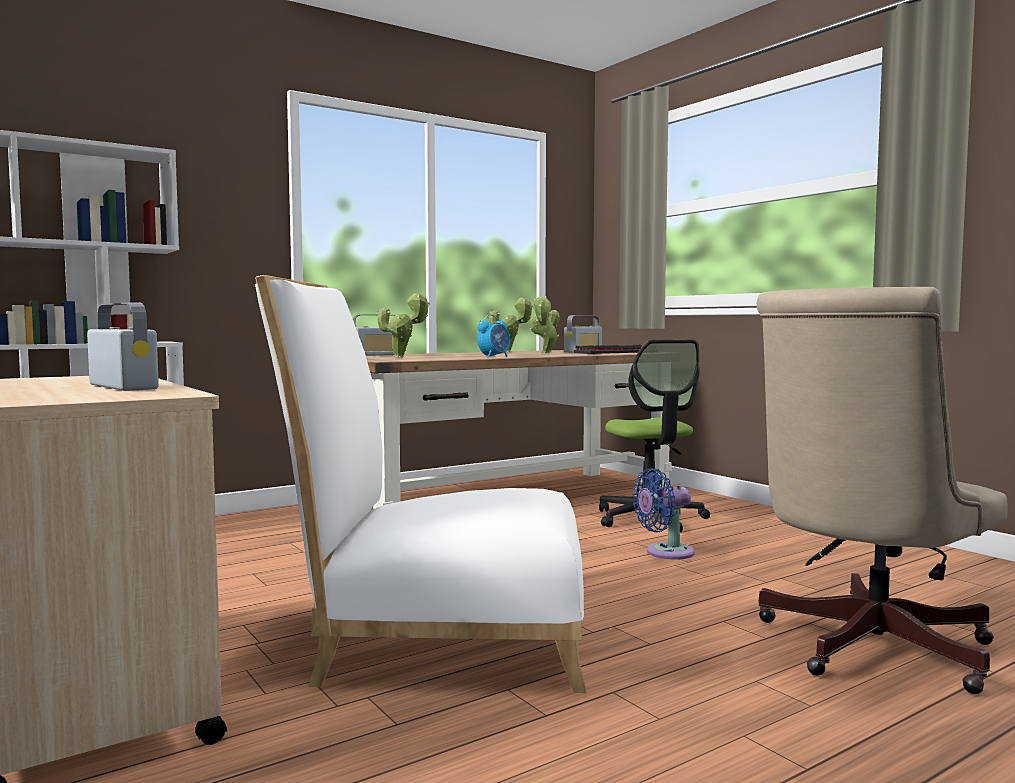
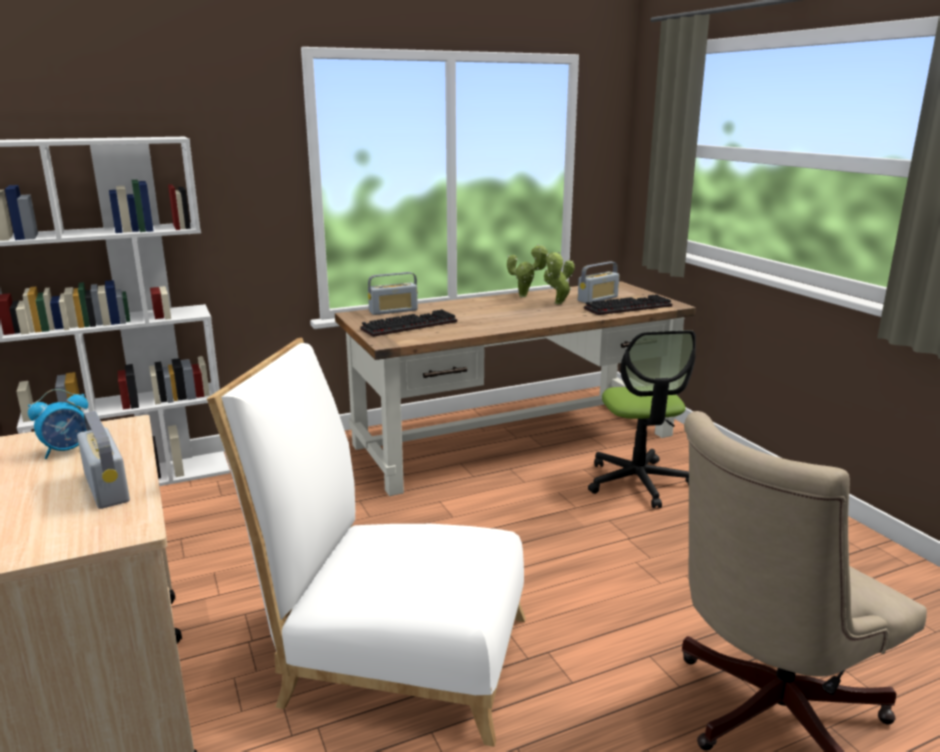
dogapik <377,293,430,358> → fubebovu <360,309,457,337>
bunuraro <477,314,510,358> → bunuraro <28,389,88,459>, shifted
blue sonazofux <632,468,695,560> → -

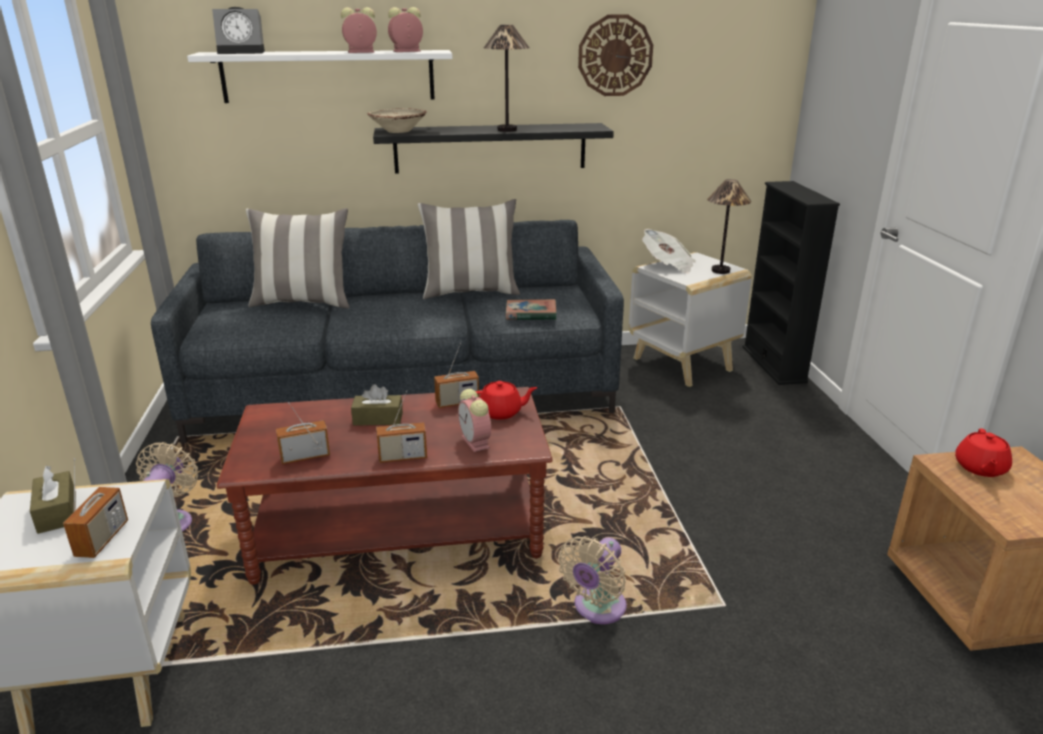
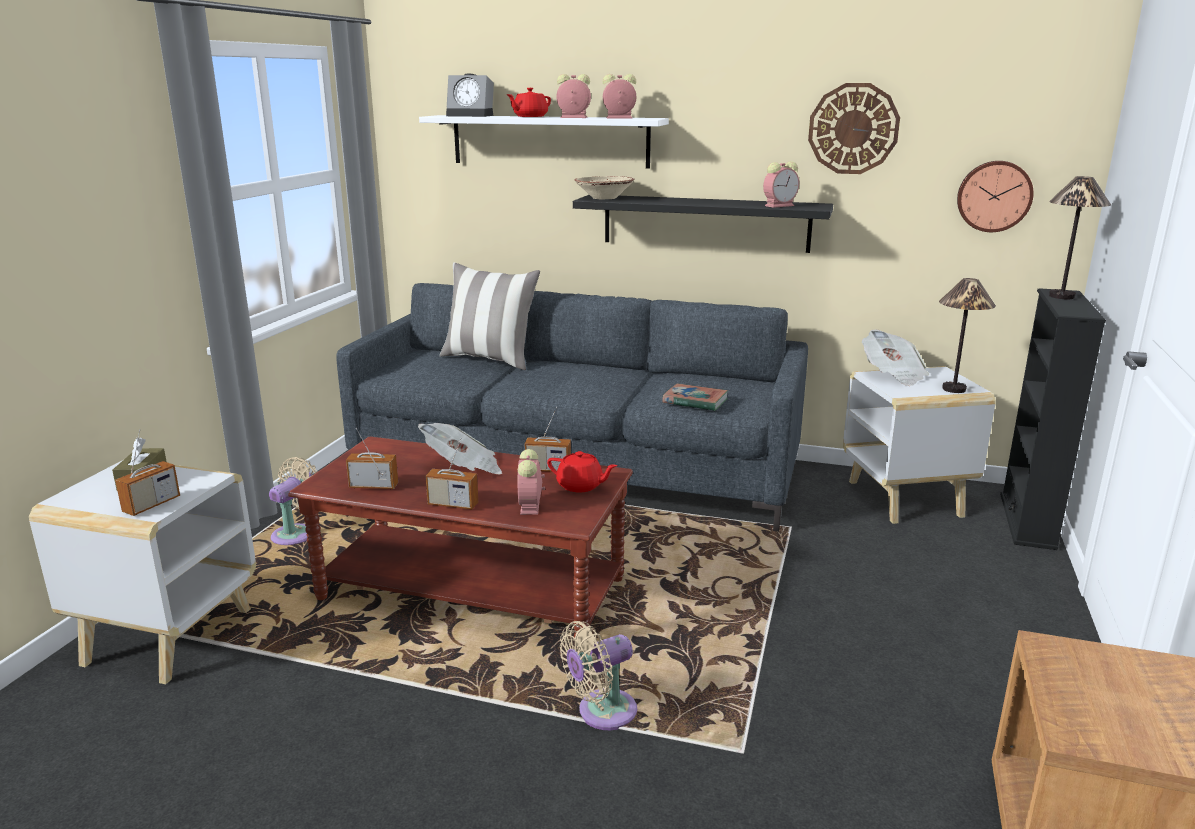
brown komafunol <351,384,403,426> → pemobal <418,423,502,474>
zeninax <418,199,520,299> → -
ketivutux <484,25,529,132> → ketivutux <1049,176,1111,299>, shifted
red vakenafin <955,428,1012,477> → red vakenafin <506,88,551,117>, shifted
- → bunuraro <763,161,799,208>
- → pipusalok <957,161,1034,232>

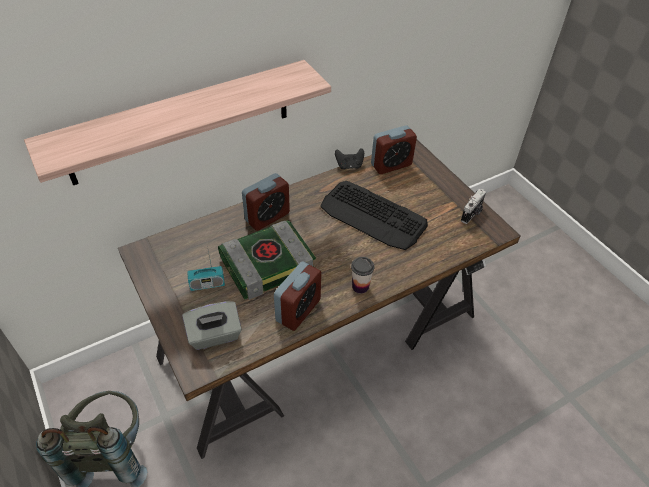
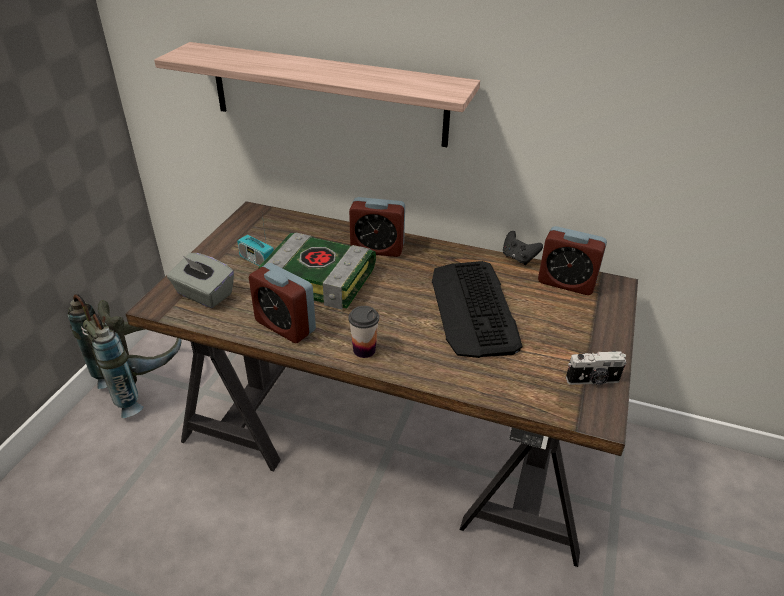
bunuraro <274,262,321,331> → bunuraro <249,263,316,343>, 45 degrees clockwise

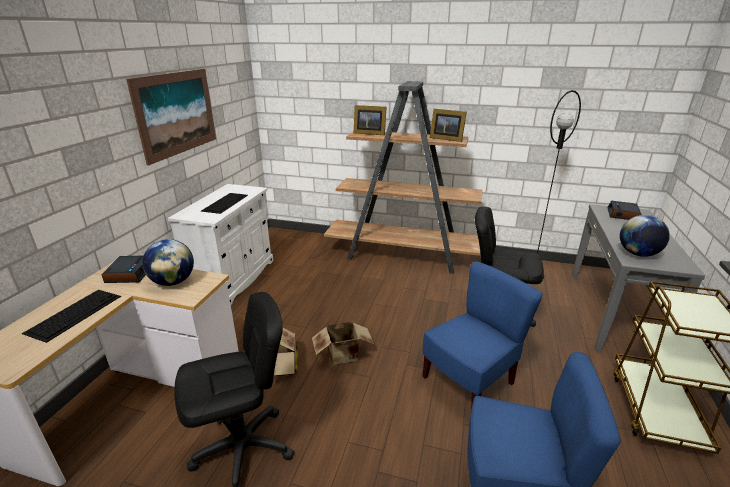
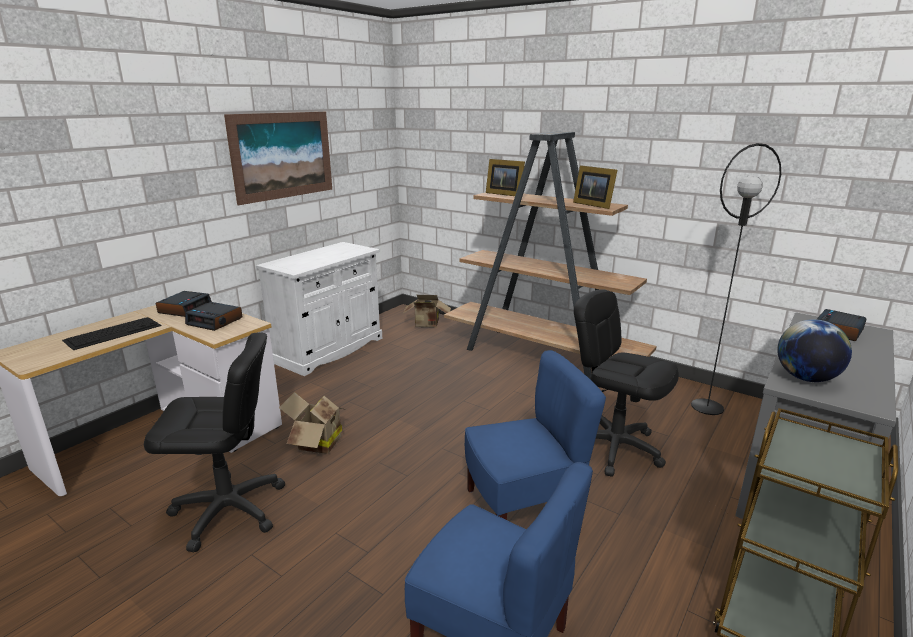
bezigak <142,239,194,286> → bunuraro <185,302,243,331>
fubebovu <201,193,248,214> → -
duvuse <312,321,374,365> → duvuse <403,295,451,328>, shifted

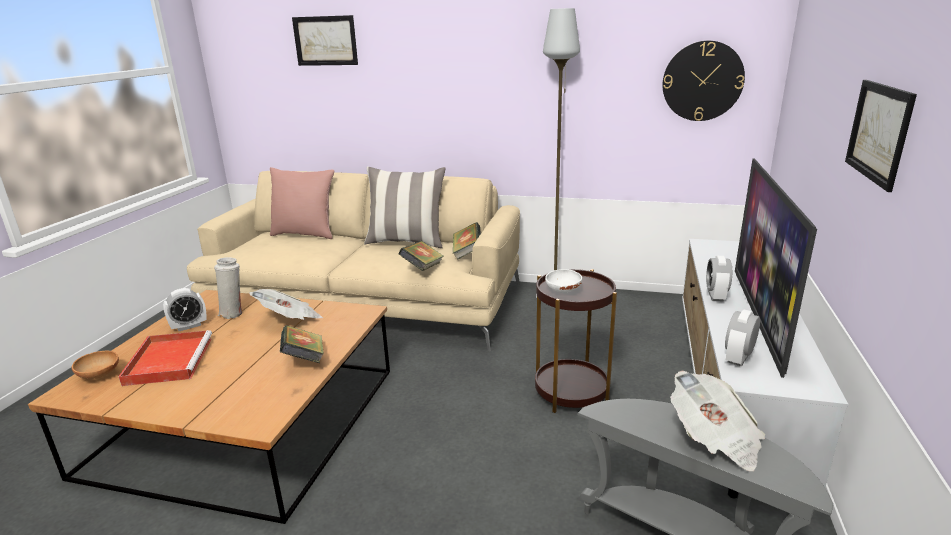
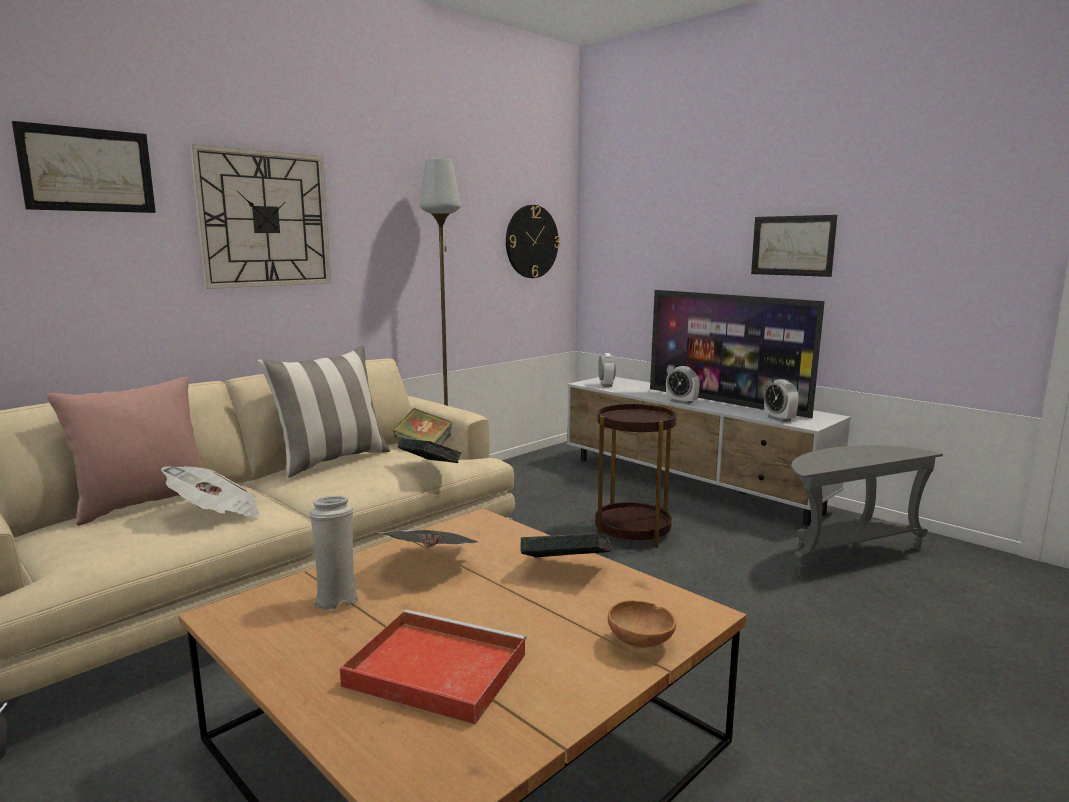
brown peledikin <72,351,119,379> → brown peledikin <608,600,676,649>, shifted
bunuraro <163,288,206,331> → bunuraro <598,353,616,387>, shifted
white peledikin <545,269,582,293> → -
pemobal <670,371,765,471> → pemobal <161,466,260,517>, shifted
- → pipusalok <190,144,331,289>

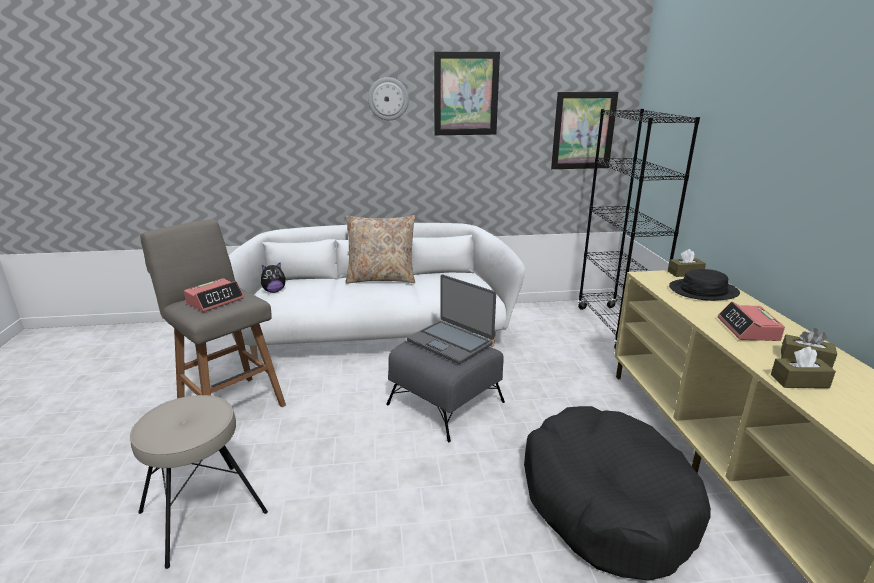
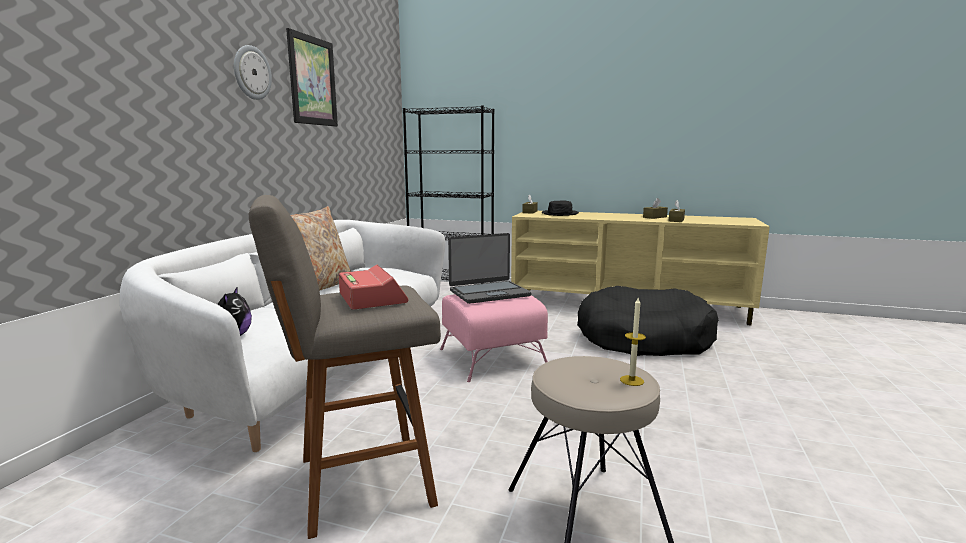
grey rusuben <386,340,505,442> → pink rusuben <440,294,548,382>
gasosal <551,92,618,169> → -
bunuraro <717,302,785,341> → -
- → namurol <620,298,646,386>

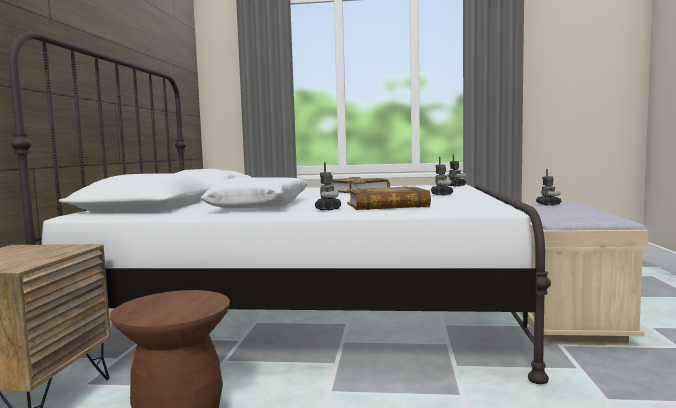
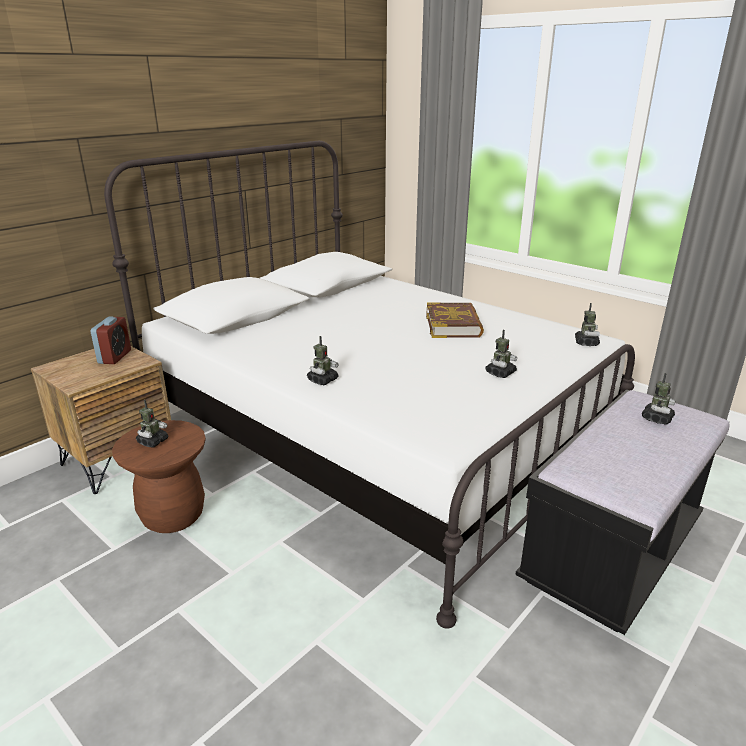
white zeninax <201,177,307,209> → -
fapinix <347,186,431,210> → -
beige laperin <508,203,648,345> → black laperin <515,389,729,635>
- → bunuraro <91,316,131,364>
- → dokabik <136,400,168,448>

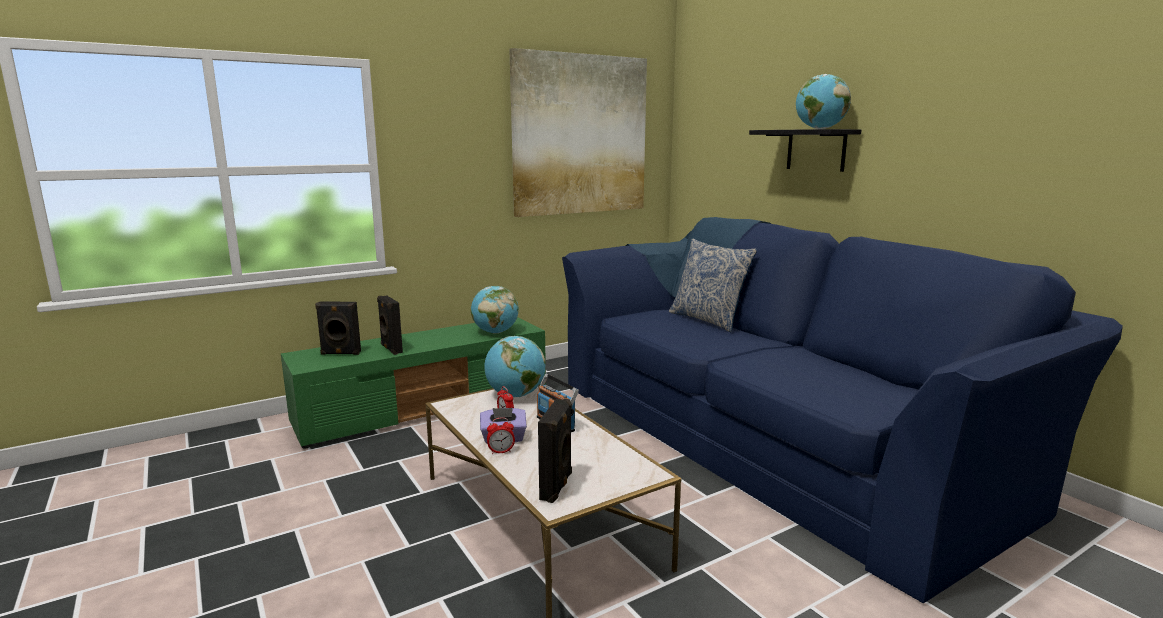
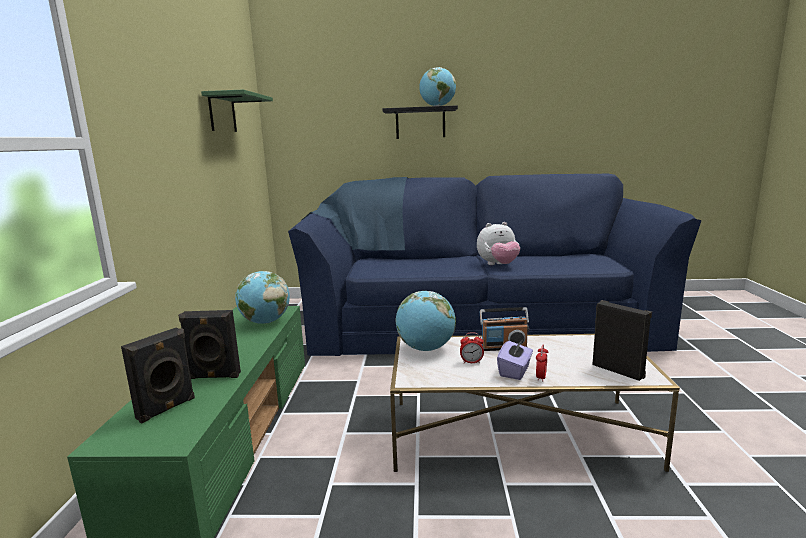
gasosal <509,48,647,217> → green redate <201,89,273,132>
zeninax <669,239,757,332> → -
- → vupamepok <477,222,520,265>

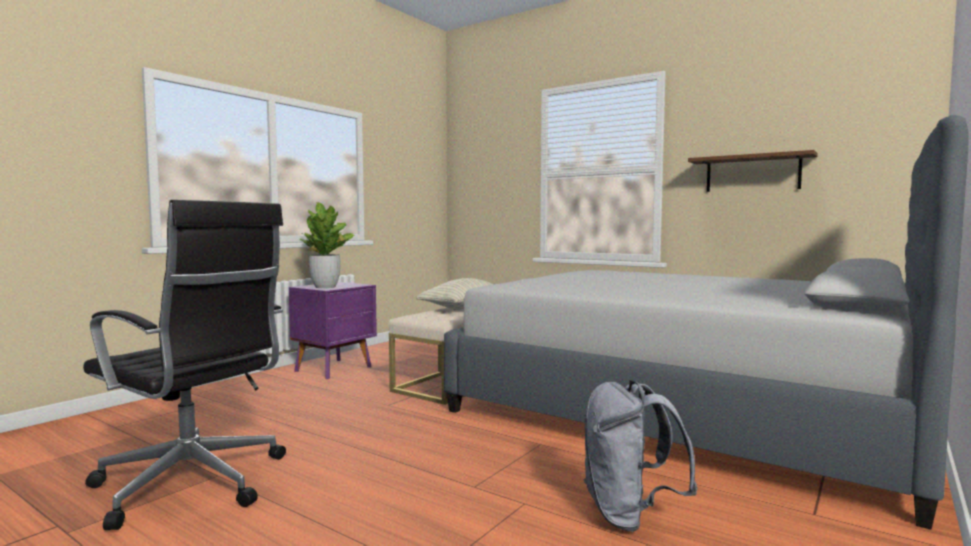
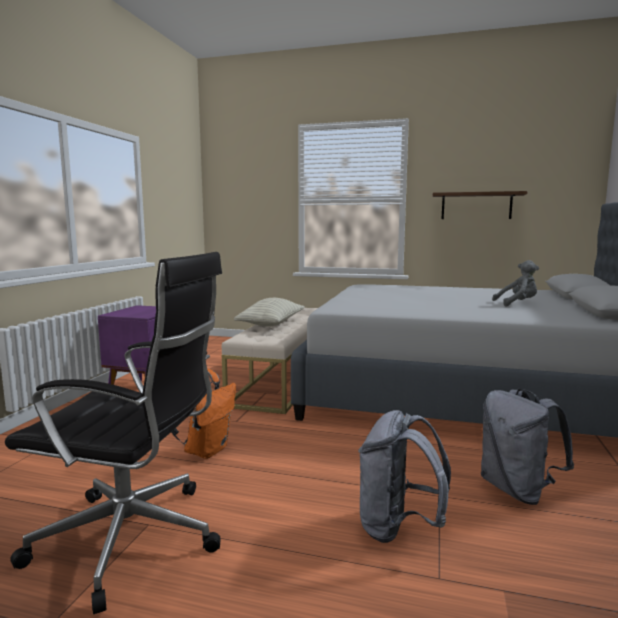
dogapik <300,202,354,288> → -
- → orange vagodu <174,368,236,459>
- → grey vagodu <359,410,451,543>
- → grey vupamepok <492,260,539,307>

